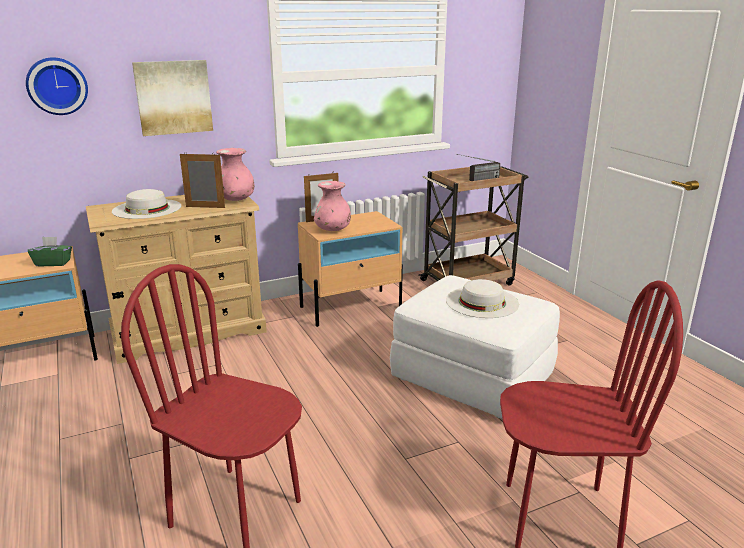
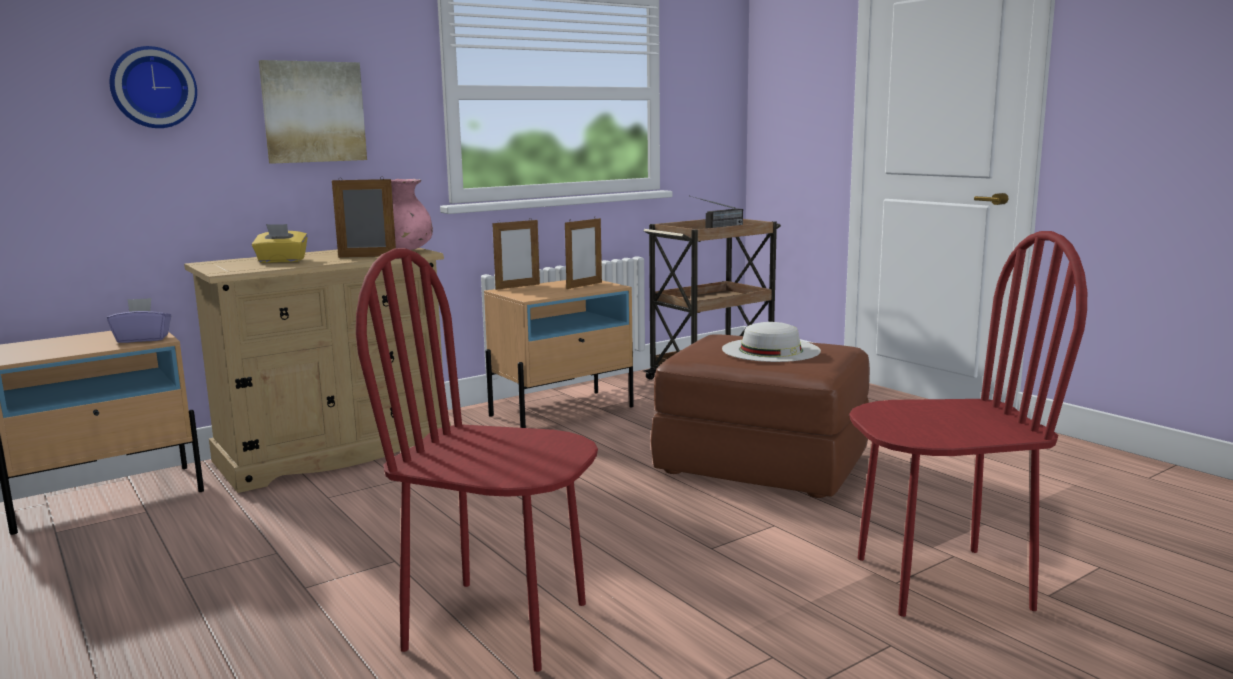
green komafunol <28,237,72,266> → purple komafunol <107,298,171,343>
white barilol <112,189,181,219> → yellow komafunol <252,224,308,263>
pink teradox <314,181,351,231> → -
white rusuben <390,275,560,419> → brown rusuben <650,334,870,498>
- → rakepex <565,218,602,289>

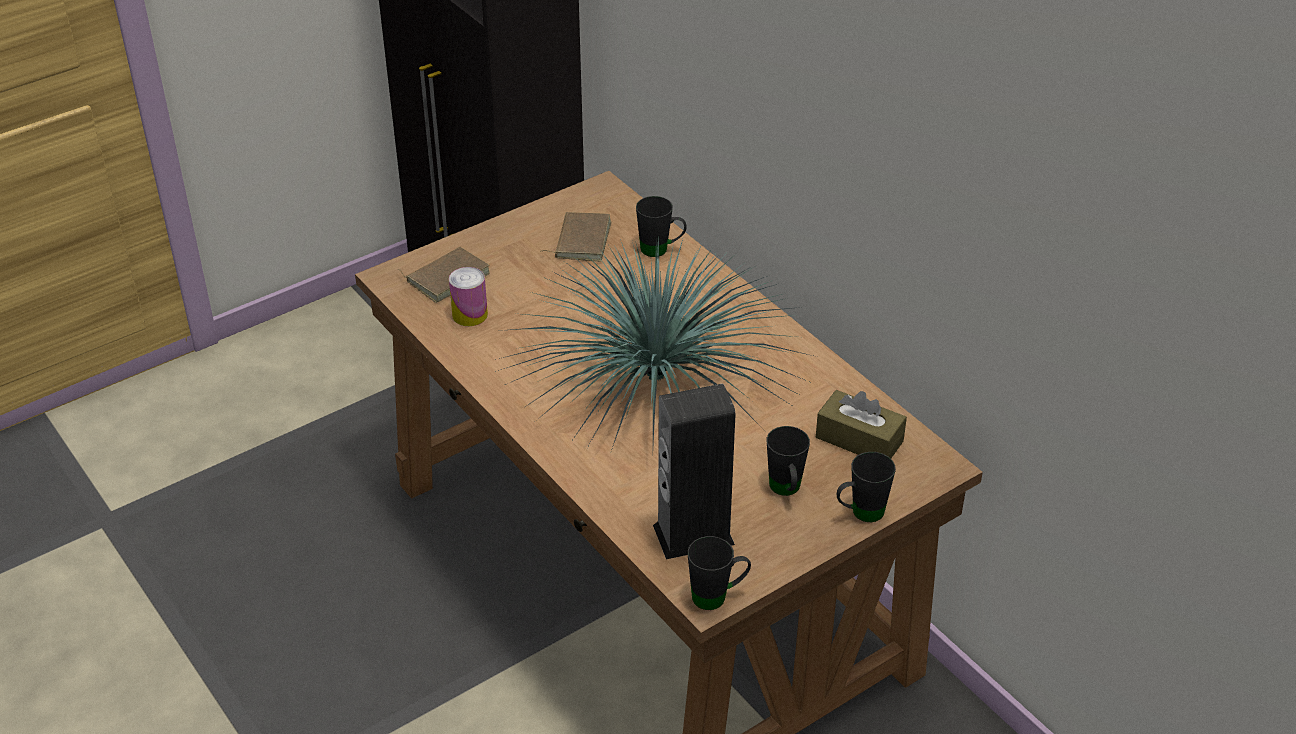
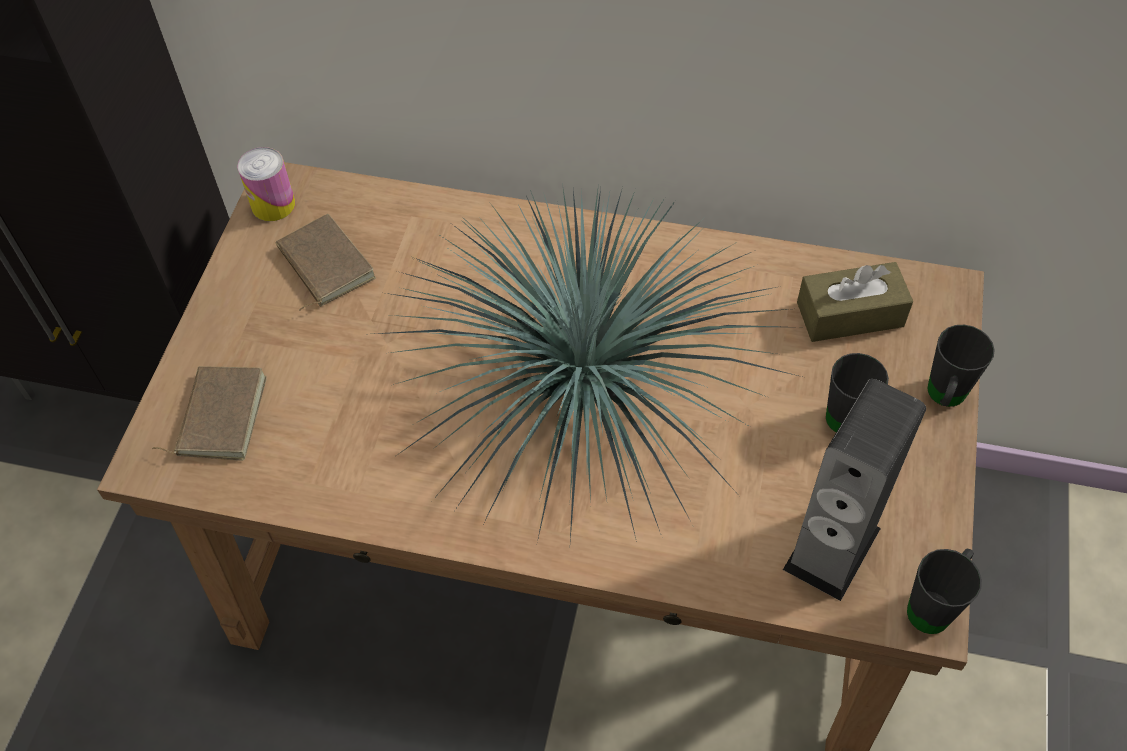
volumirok <449,267,488,326> → volumirok <238,147,295,221>, shifted
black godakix <636,196,687,257> → -

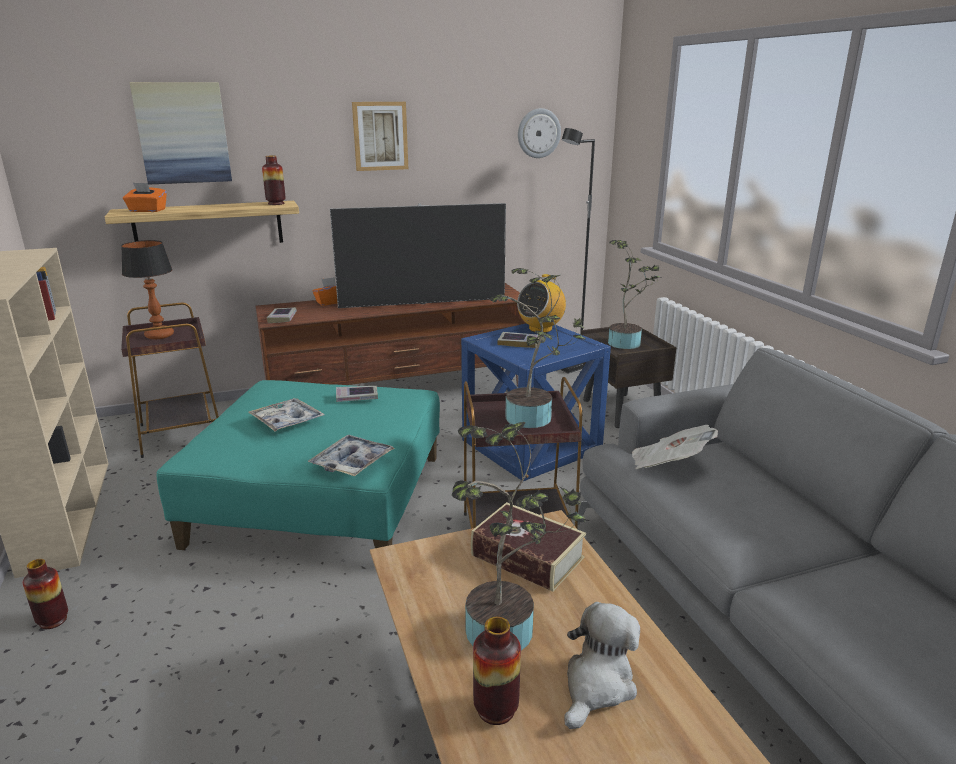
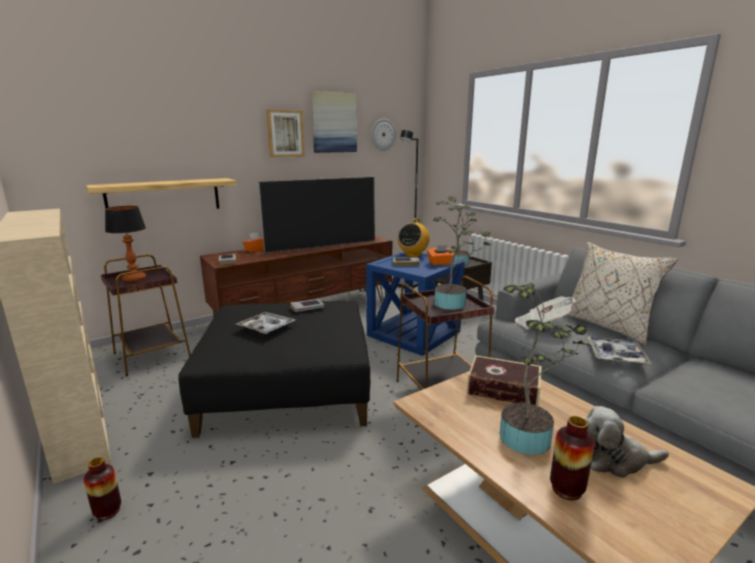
orange komafunol <123,183,167,212> → orange komafunol <427,245,454,265>, shifted
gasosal <129,82,232,185> → gasosal <311,91,357,153>, shifted
turquoise rusuben <156,380,440,550> → black rusuben <179,300,370,438>
teradox <262,156,286,205> → -
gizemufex <308,435,394,476> → gizemufex <588,336,652,364>, shifted
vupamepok <565,602,640,729> → vupamepok <586,406,669,478>, 105 degrees counterclockwise
- → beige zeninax <565,242,677,345>

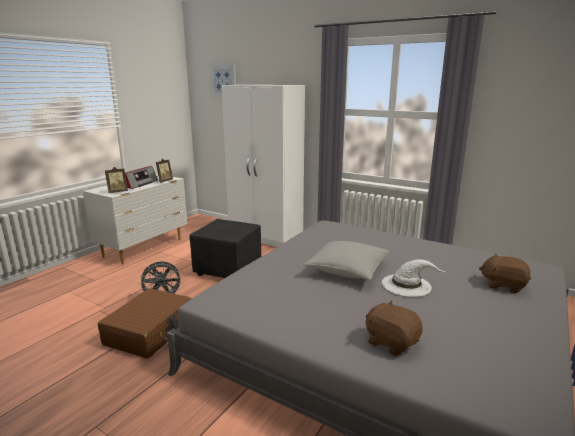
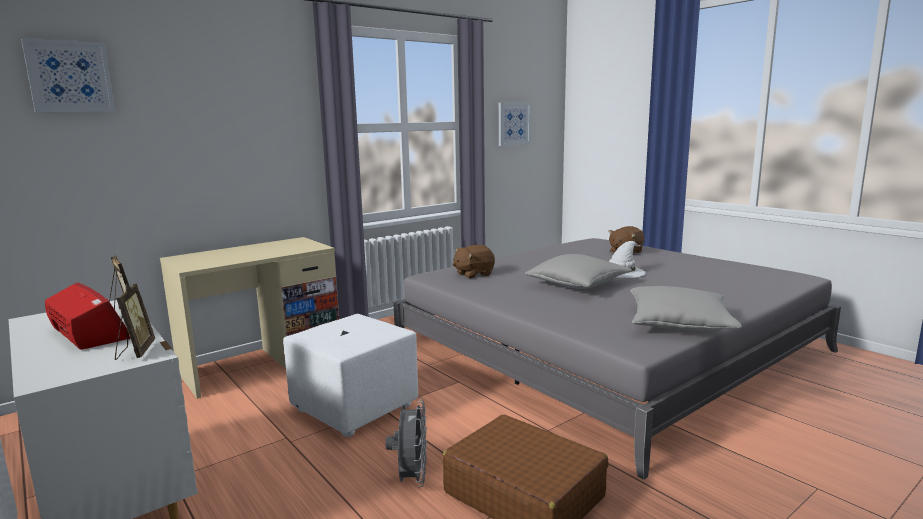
black rusuben <189,219,261,278> → white rusuben <283,314,418,437>
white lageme <222,85,305,247> → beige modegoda <160,237,339,399>
brown vupamepok <366,300,423,356> → brown vupamepok <452,245,495,278>, shifted
- → gasosal <499,103,531,146>
- → grey zeninax <630,286,742,331>

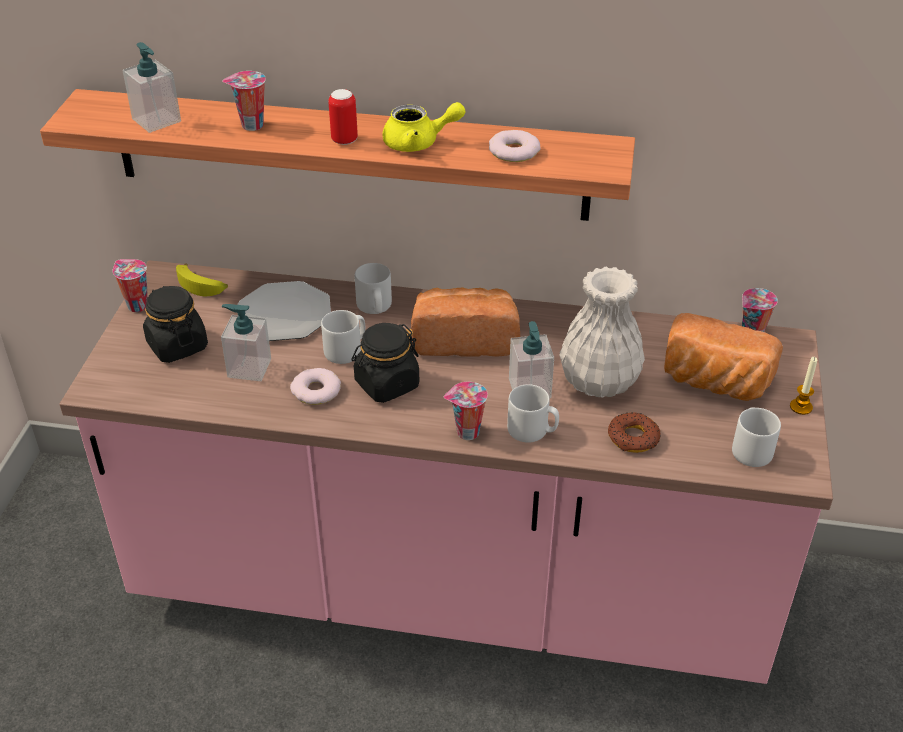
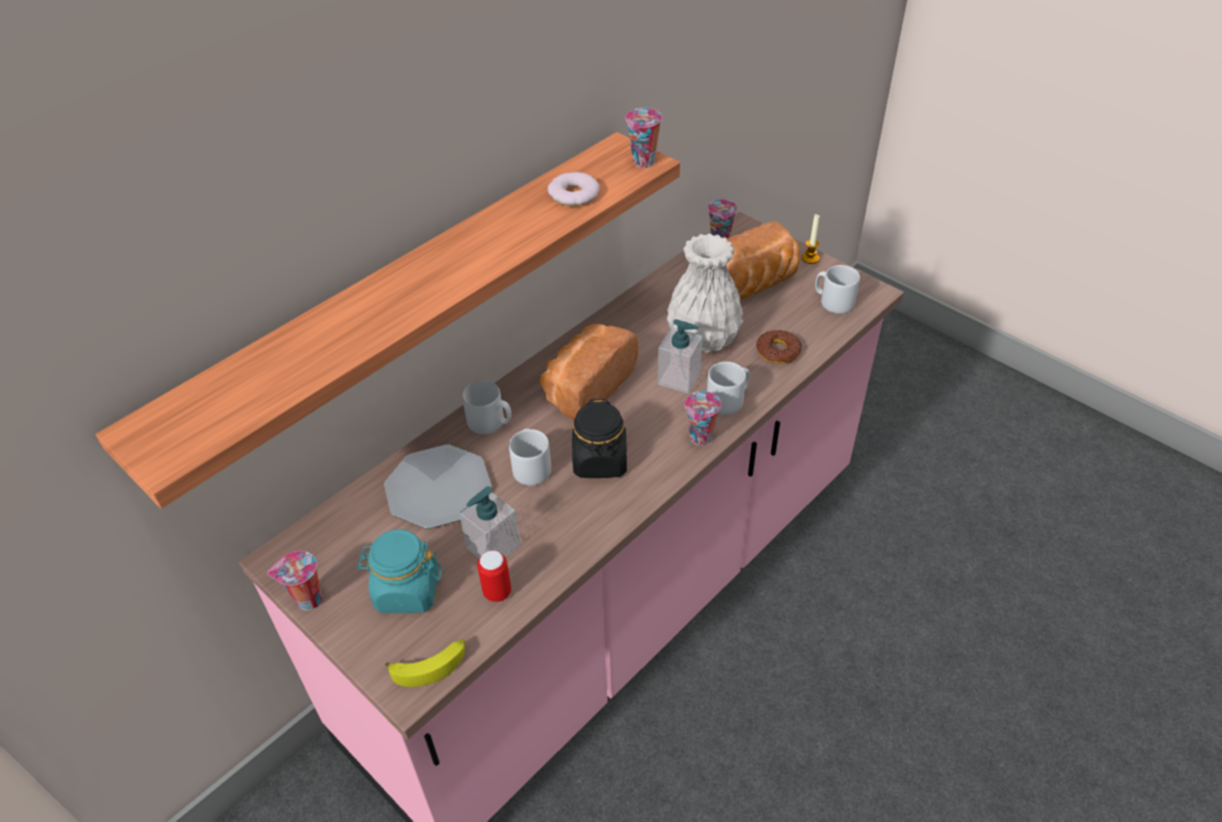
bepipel <123,42,181,133> → -
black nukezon <143,286,208,363> → turquoise nukezon <357,529,442,613>
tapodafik <176,263,228,296> → tapodafik <385,639,465,687>, shifted
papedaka <222,71,266,131> → papedaka <625,108,662,168>, shifted
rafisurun <290,368,341,405> → -
volumirok <328,89,358,145> → volumirok <477,550,511,602>, shifted
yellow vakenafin <382,102,465,152> → -

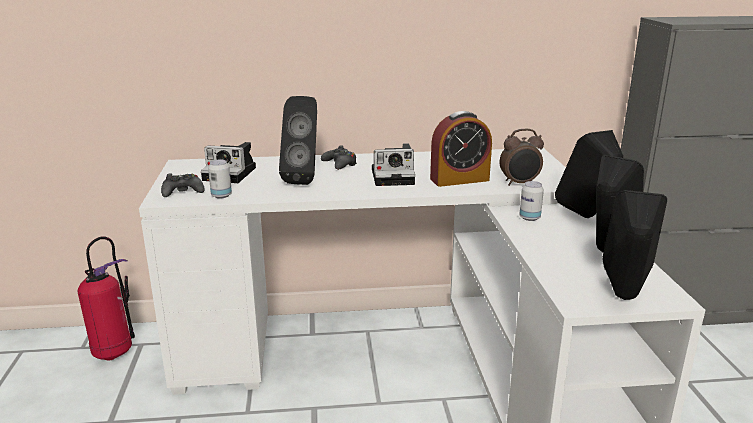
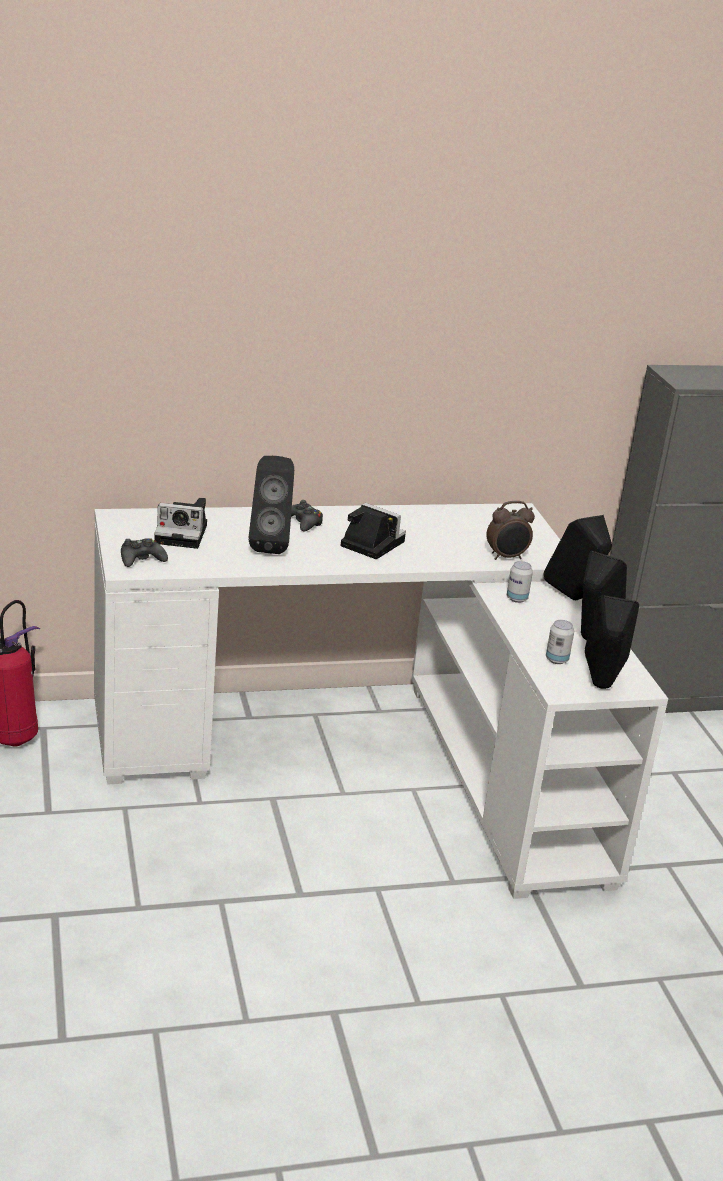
volumirok <208,160,232,199> → volumirok <546,620,574,664>, shifted
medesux <372,143,415,186> → medesux <340,503,406,559>, 135 degrees counterclockwise
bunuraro <430,111,492,187> → -

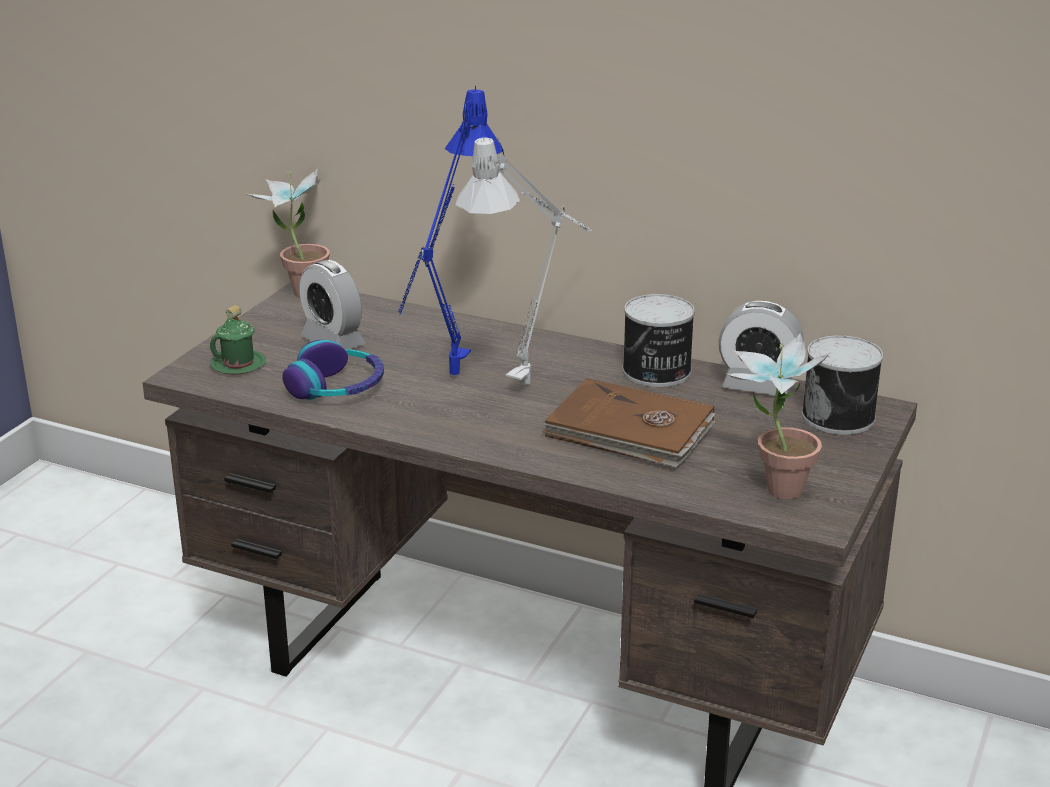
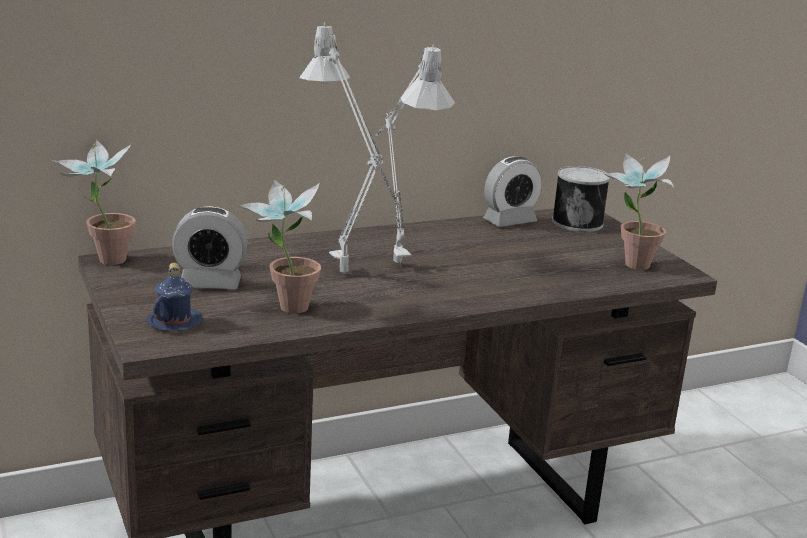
green godakix <210,305,266,375> → blue godakix <147,263,203,331>
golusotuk <282,340,384,400> → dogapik <239,179,321,314>
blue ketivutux <399,86,504,375> → grey ketivutux <299,22,401,273>
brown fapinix <542,378,716,468> → -
volumirok <622,294,695,387> → -

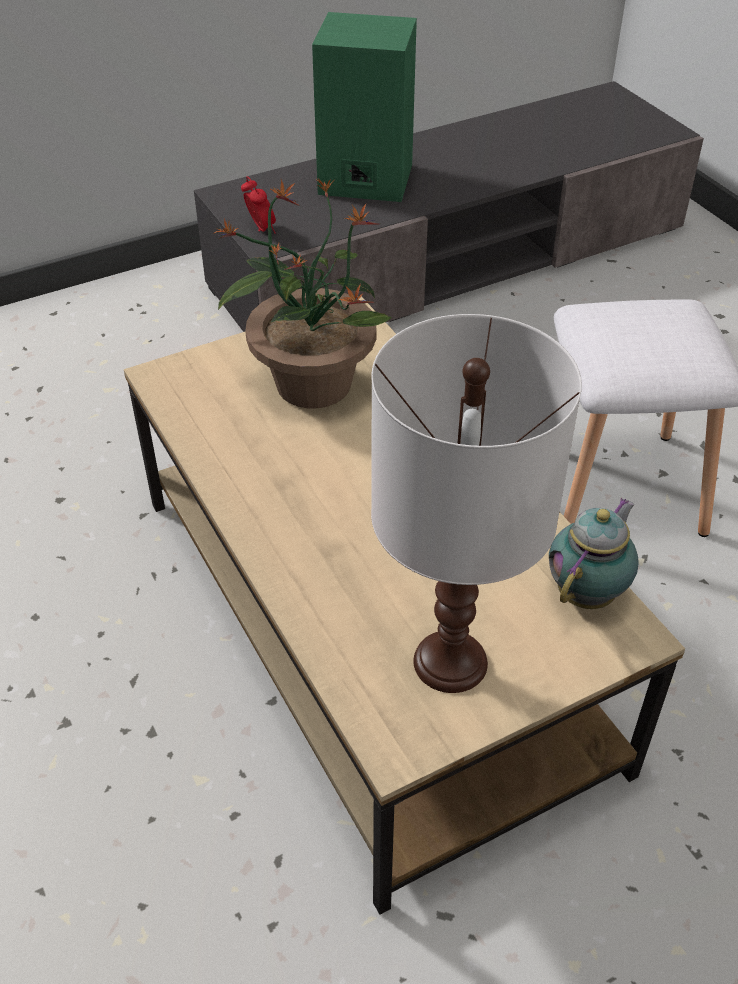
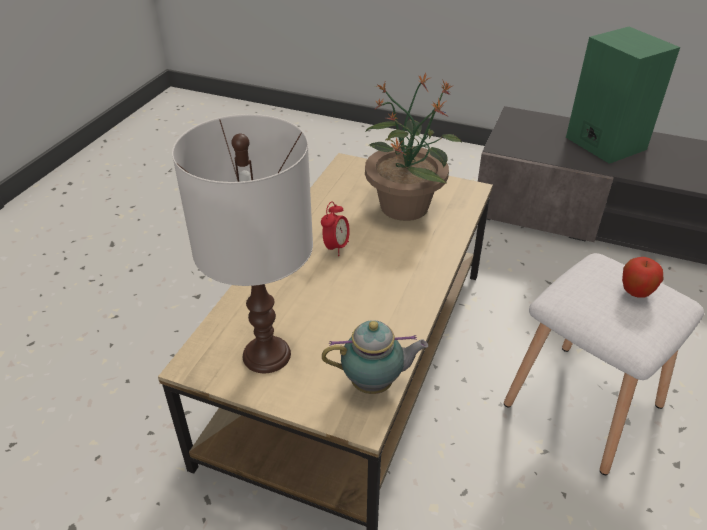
bunuraro <241,176,276,234> → bunuraro <321,201,350,256>, shifted
- → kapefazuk <622,257,664,298>

